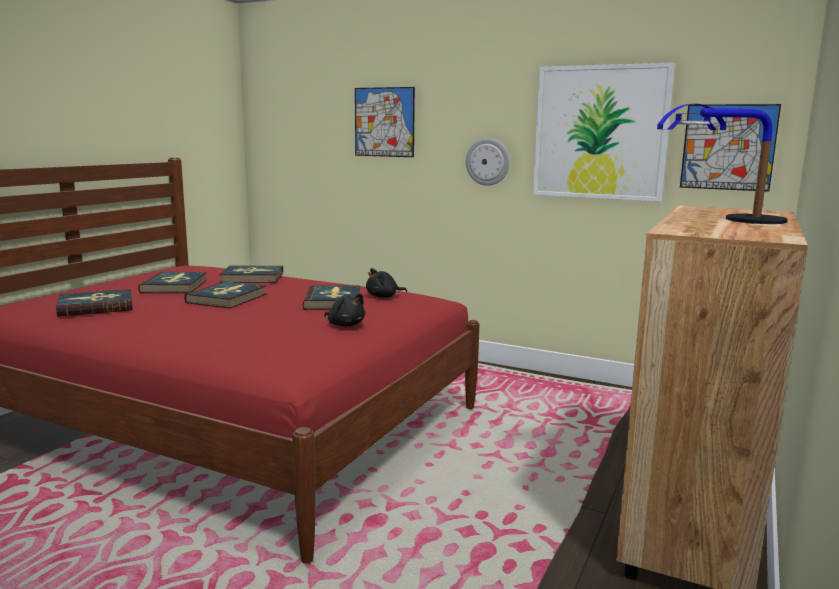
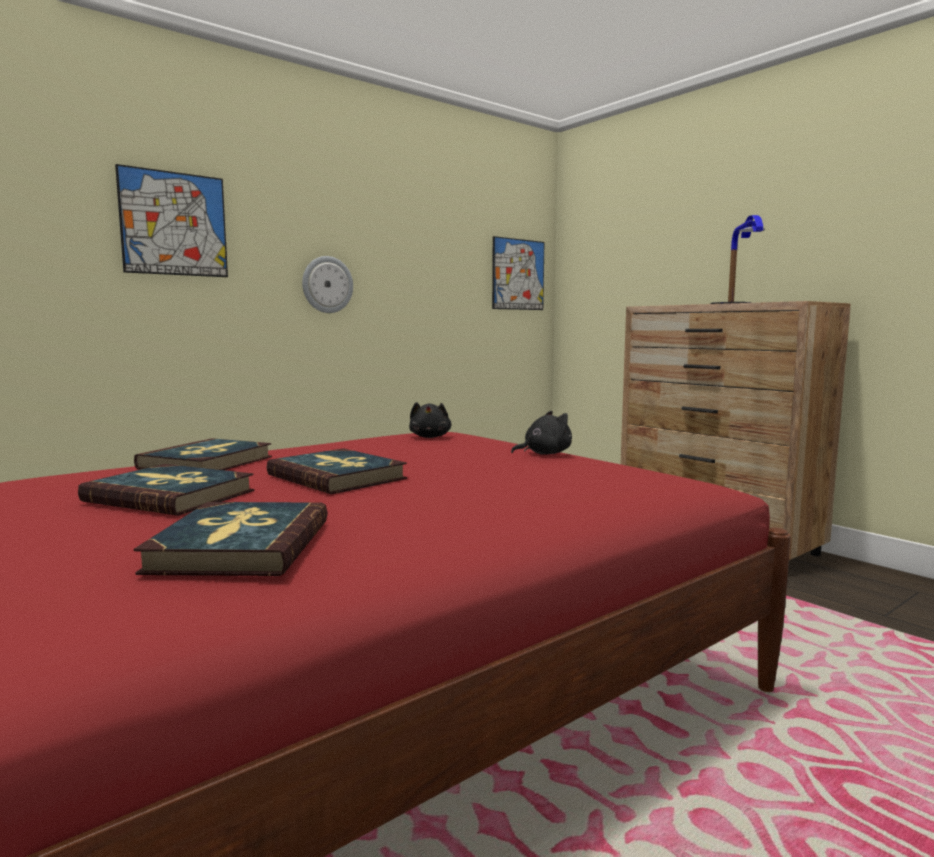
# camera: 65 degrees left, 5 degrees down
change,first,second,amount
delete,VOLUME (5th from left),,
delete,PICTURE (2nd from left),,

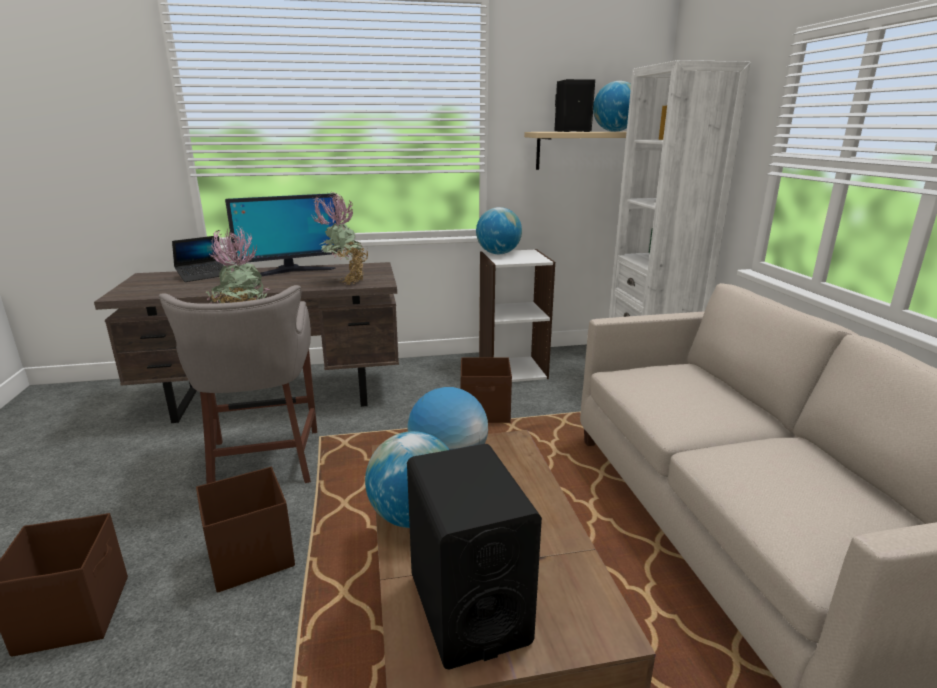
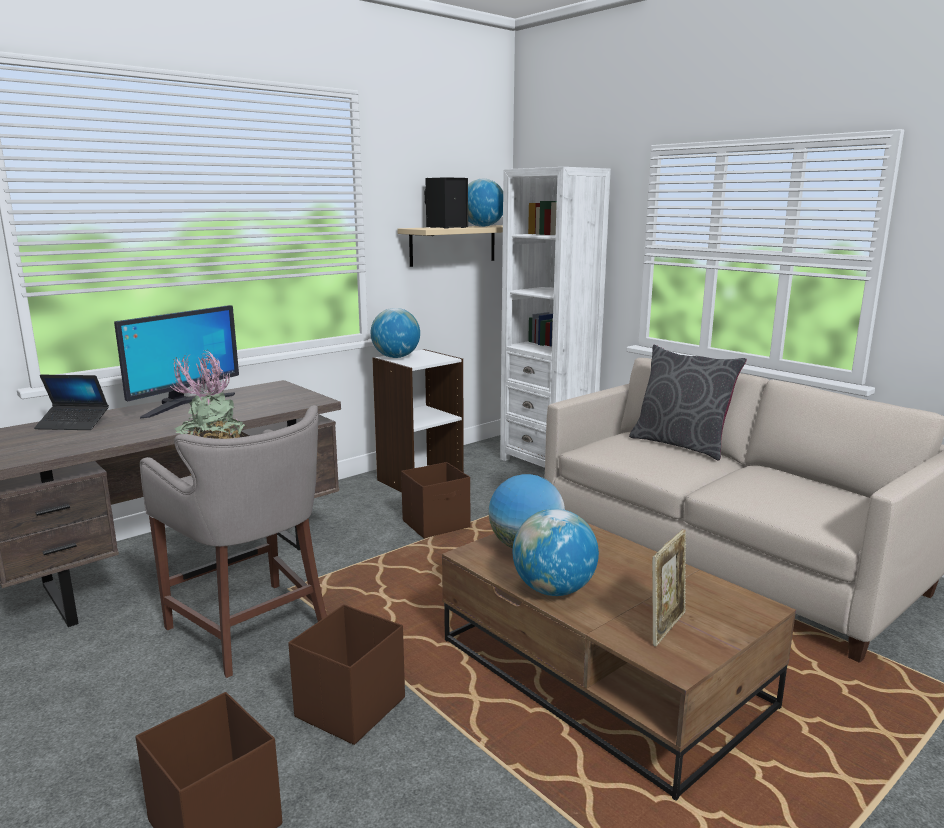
# camera: 30 degrees left, 5 degrees down
change,first,second,amount
rotate,LAPTOP,,75 degrees clockwise
delete,HOUSEPLANT (2nd from left),,
replace,BLACK LOUDSPEAKER (1st from left),STANDING FRAME,
insert,,GREY CUSHION,

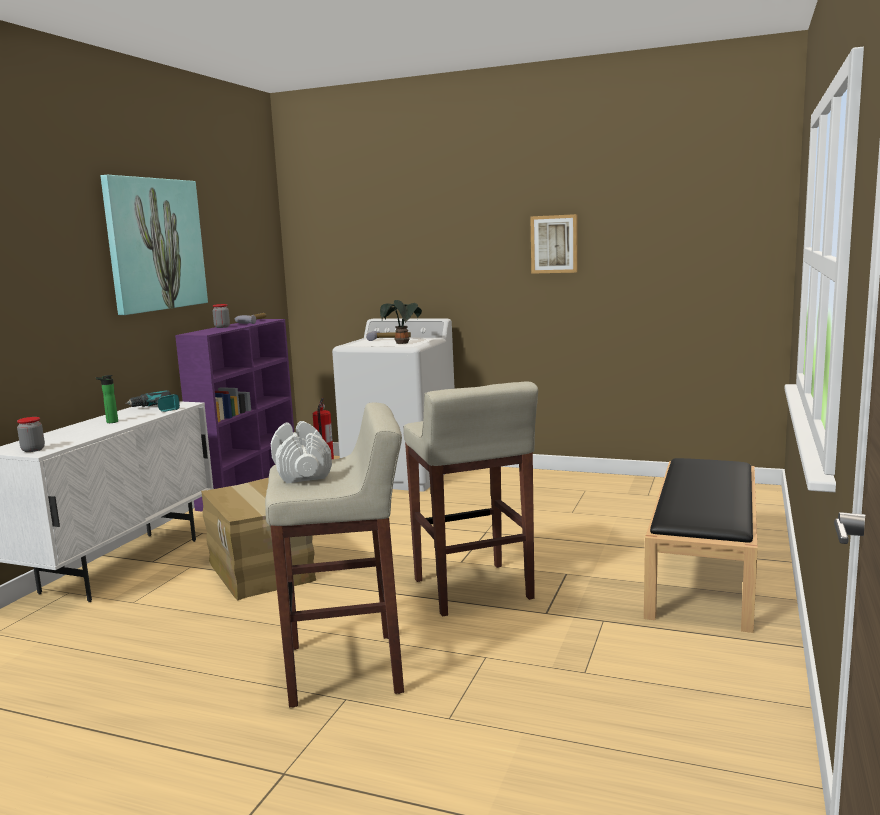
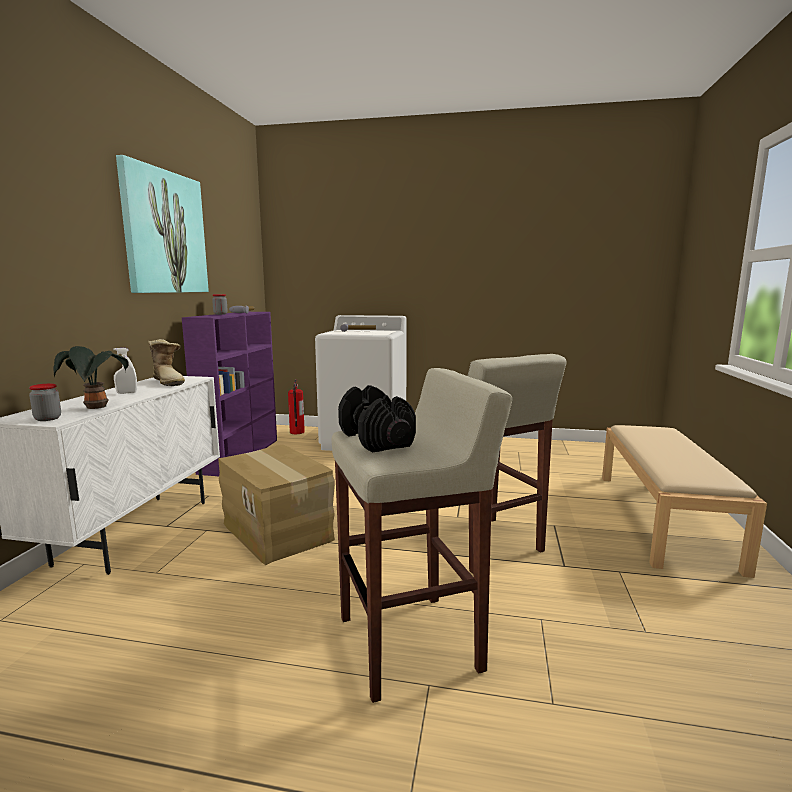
# camera: 10 degrees left, 0 degrees up
change,first,second,amount
replace,BOTTLE,WHITISH SPRAY BOTTLE,
replace,ELECTRIC DRILL,TALL BOOT,
recolor,WHITISH DUMBBELL,BLACK DUMBBELL,
move,HOUSEPLANT,,
delete,PICTURE (2nd from left),,
recolor,BLACK BENCH,BEIGE-COLOURED BENCH,

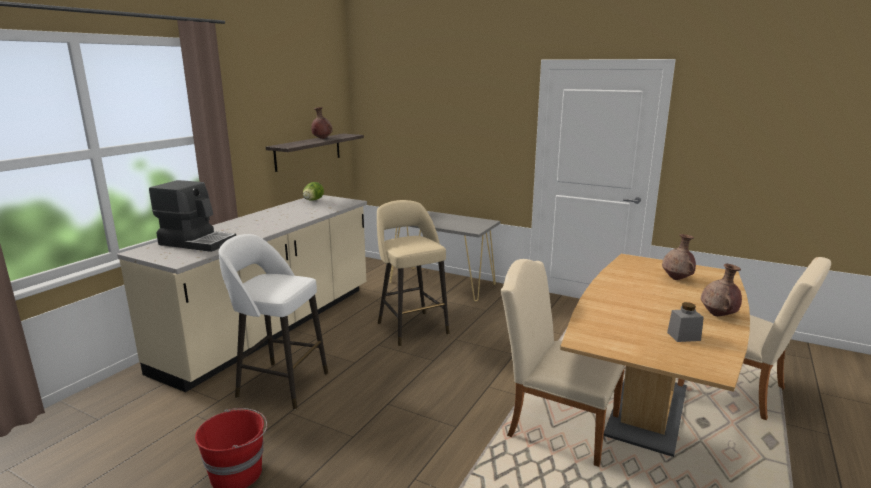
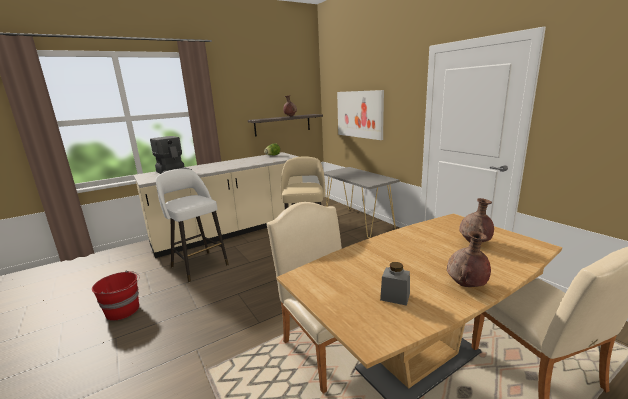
# camera: 30 degrees right, 0 degrees up
change,first,second,amount
insert,,PICTURE,

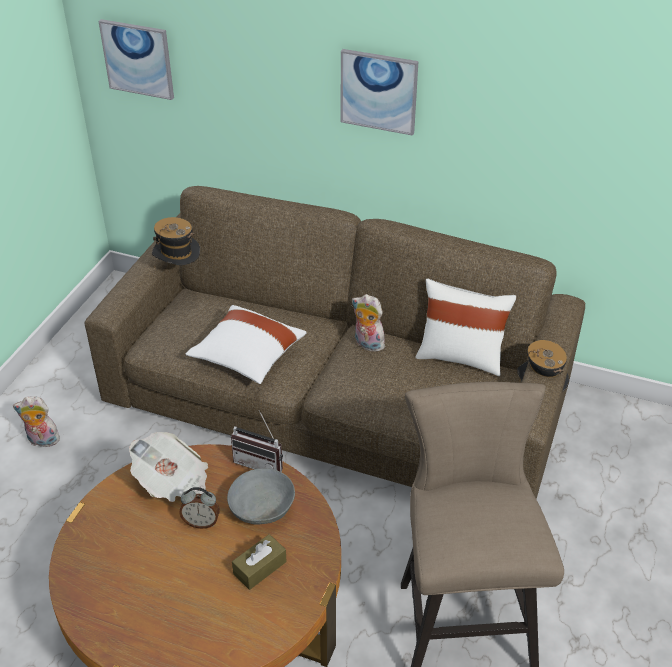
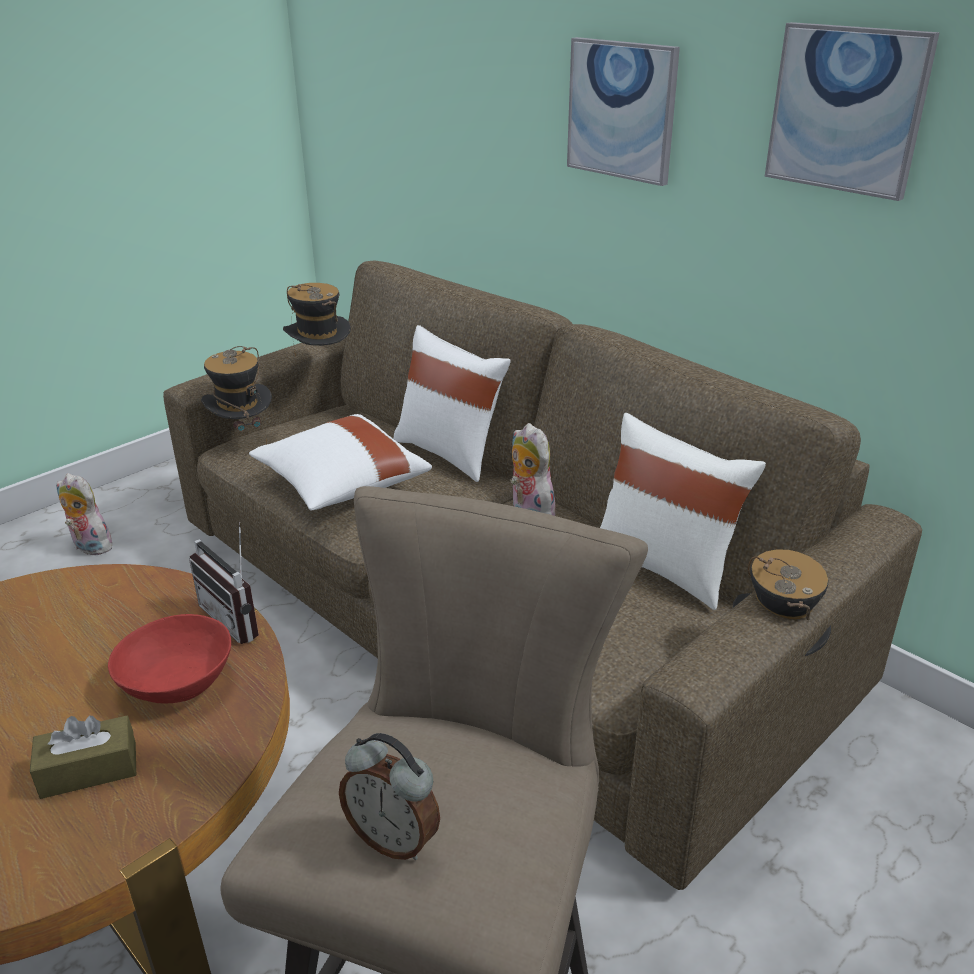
# camera: 25 degrees right, 10 degrees down
change,first,second,amount
move,PICTURE (1st from left in the first image),PICTURE (2nd from left),
delete,PRINTED PAPER,,
move,TABLE CLOCK,,
recolor,GREY SERVING BOWL,RED-COLOURED SERVING BOWL,
insert,,HAT (1st from left),
insert,,WHITISH CUSHION (2nd from left),

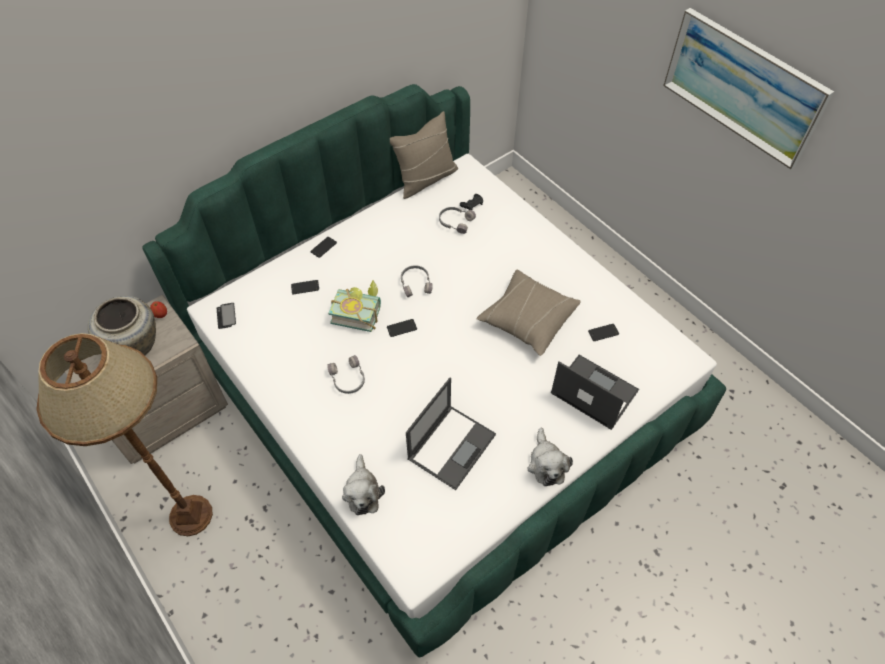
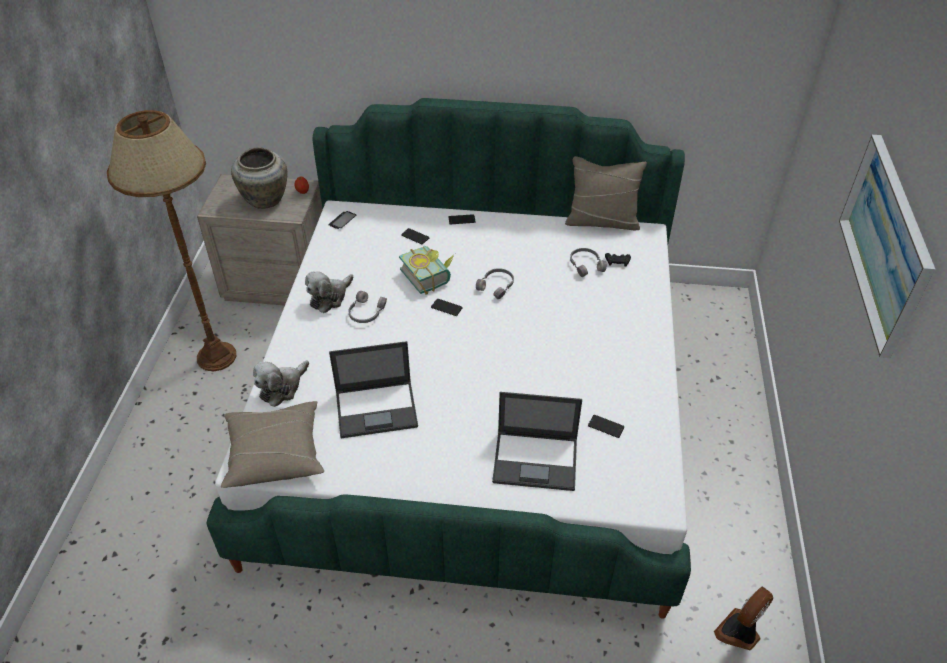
# camera: 45 degrees right, 10 degrees down
change,first,second,amount
move,BEIGE-COLOURED CUSHION (2nd from left in the first image),BEIGE-COLOURED CUSHION (1st from left),
move,CUDDLY TOY (2nd from left),,
rotate,LAPTOP (2nd from left),,105 degrees clockwise
insert,,COOLING FAN,

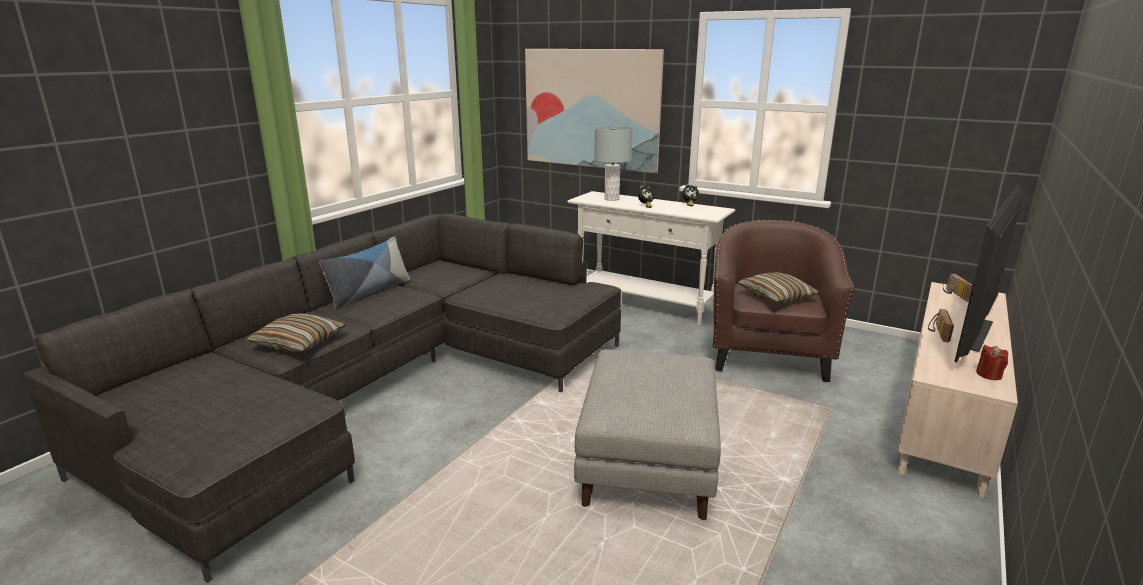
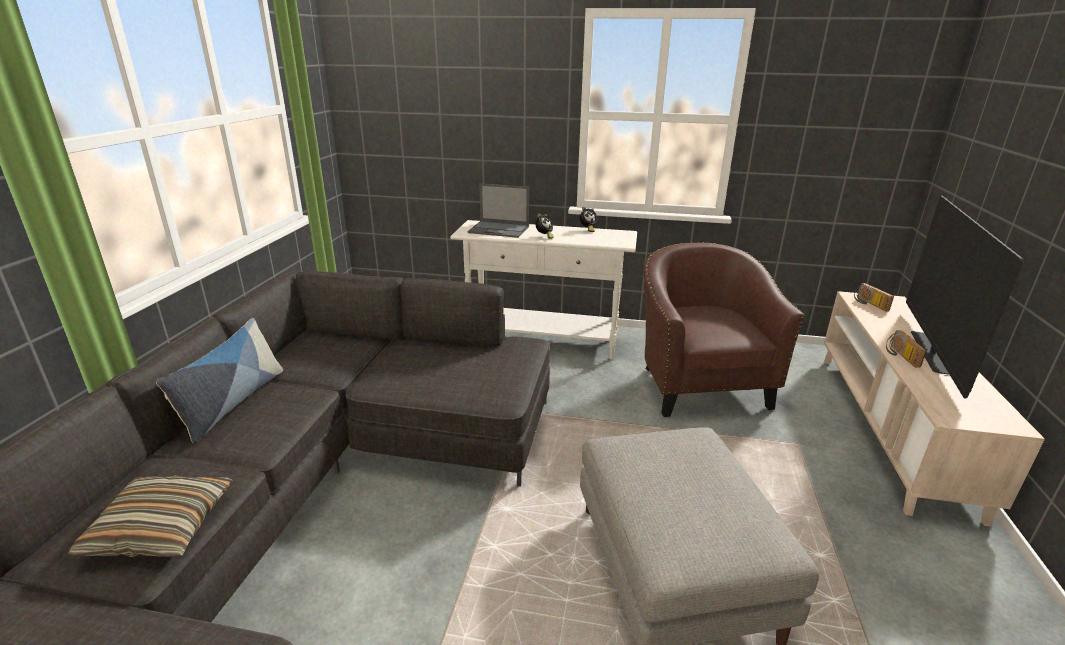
# camera: 20 degrees left, 5 degrees up
change,first,second,amount
delete,PICTURE,,
replace,GREY TABLETOP LAMP,LAPTOP,
delete,CUSHION (3rd from left),,
delete,RED-COLOURED CANDLE,,

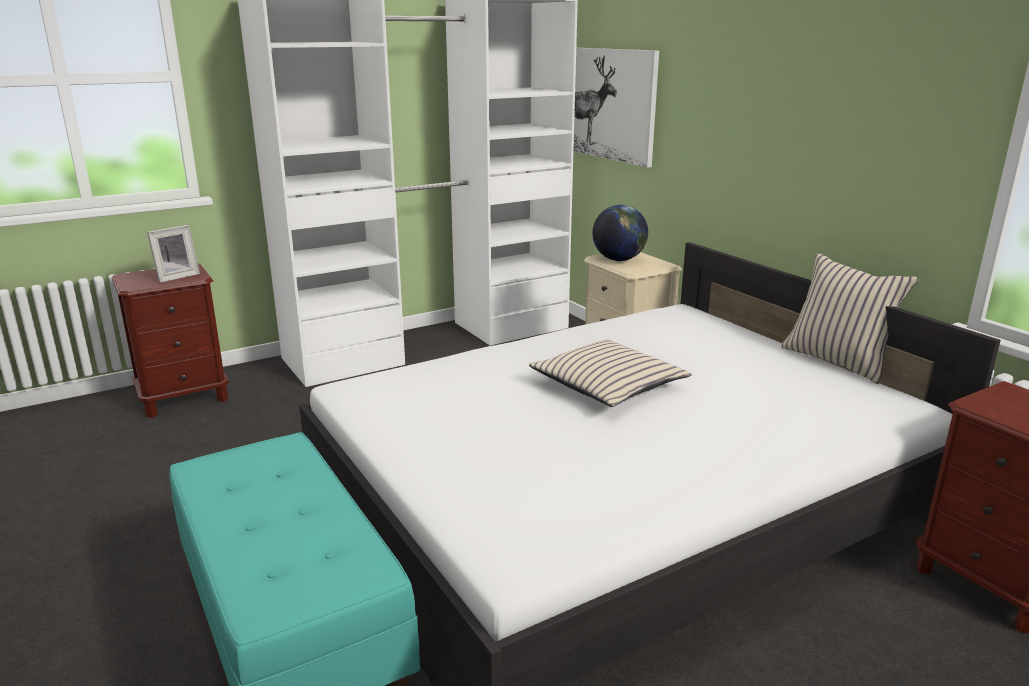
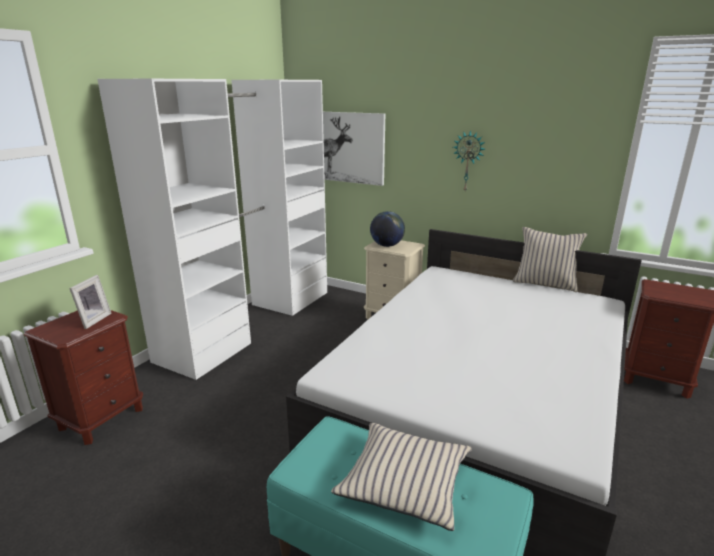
# camera: 30 degrees left, 0 degrees up
change,first,second,amount
move,BEIGE-COLOURED CUSHION (1st from left),,
insert,,HANGING CLOCK,

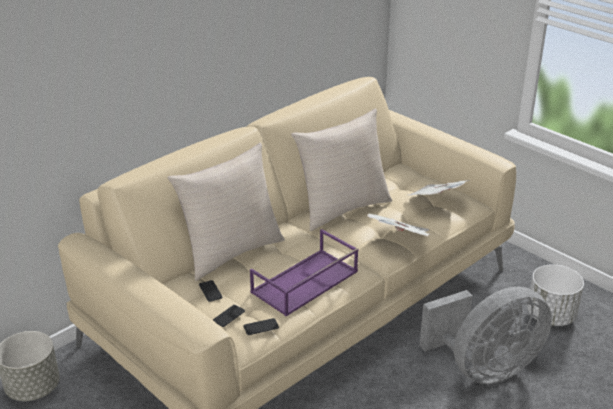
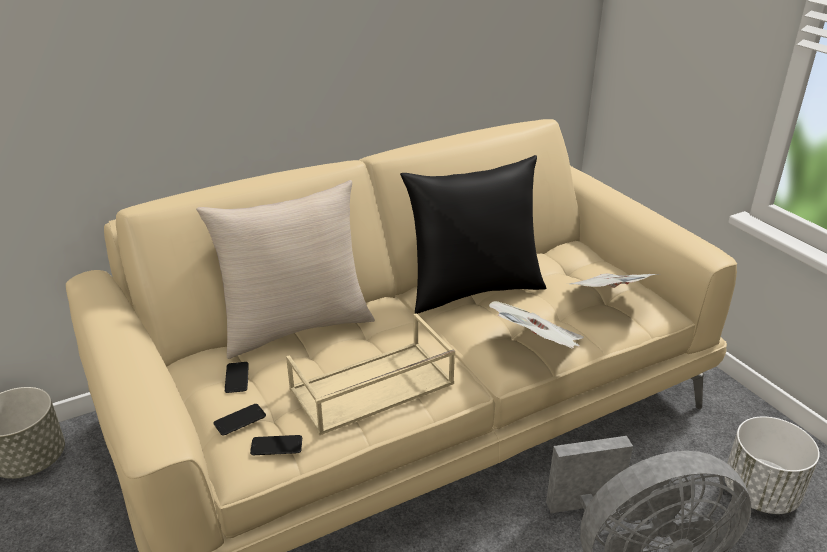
# camera: 15 degrees right, 0 degrees up
change,first,second,amount
recolor,PURPLE TRAY,BEIGE-COLOURED TRAY,
recolor,BEIGE-COLOURED CUSHION (2nd from left),BLACK CUSHION,

